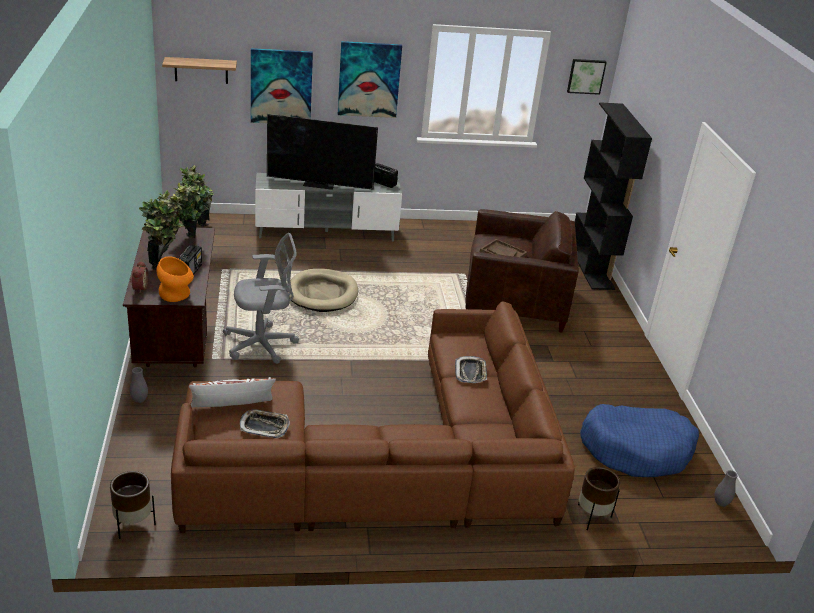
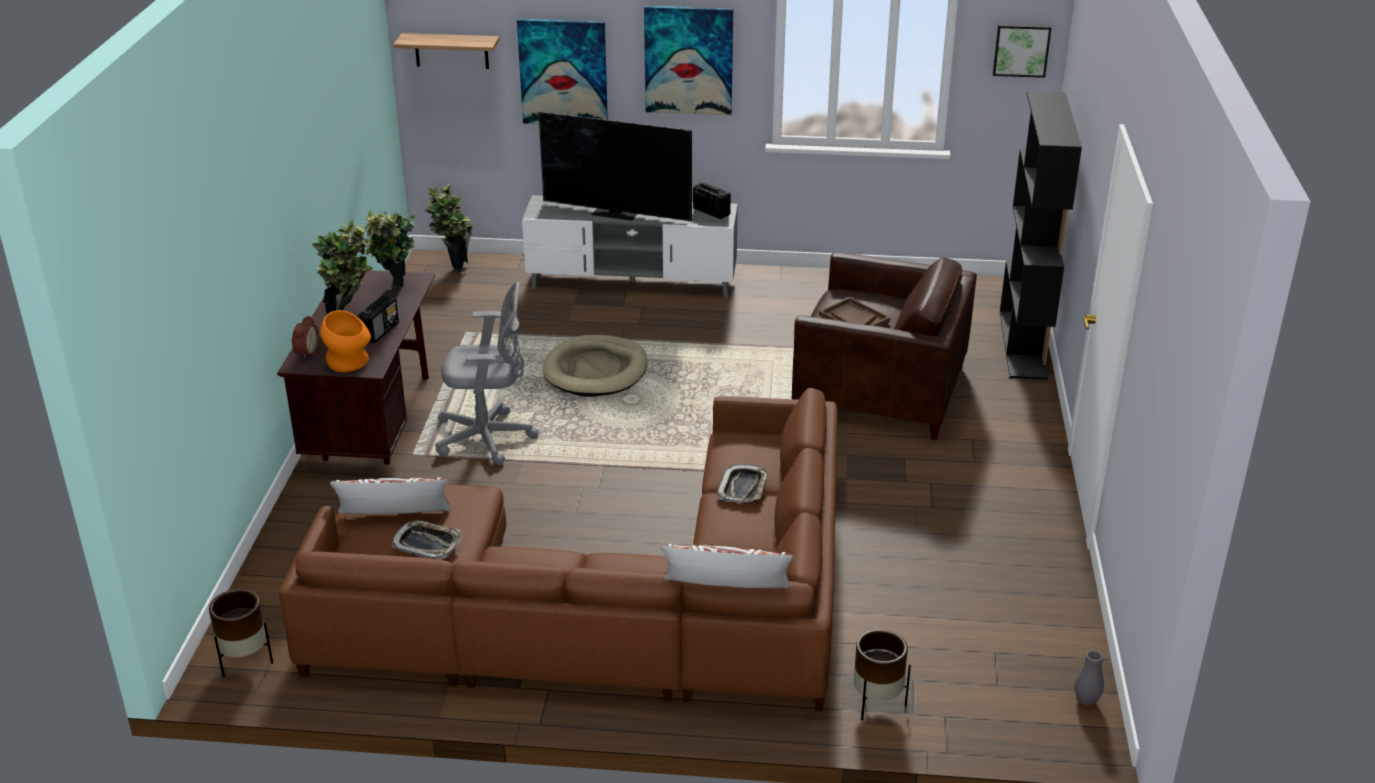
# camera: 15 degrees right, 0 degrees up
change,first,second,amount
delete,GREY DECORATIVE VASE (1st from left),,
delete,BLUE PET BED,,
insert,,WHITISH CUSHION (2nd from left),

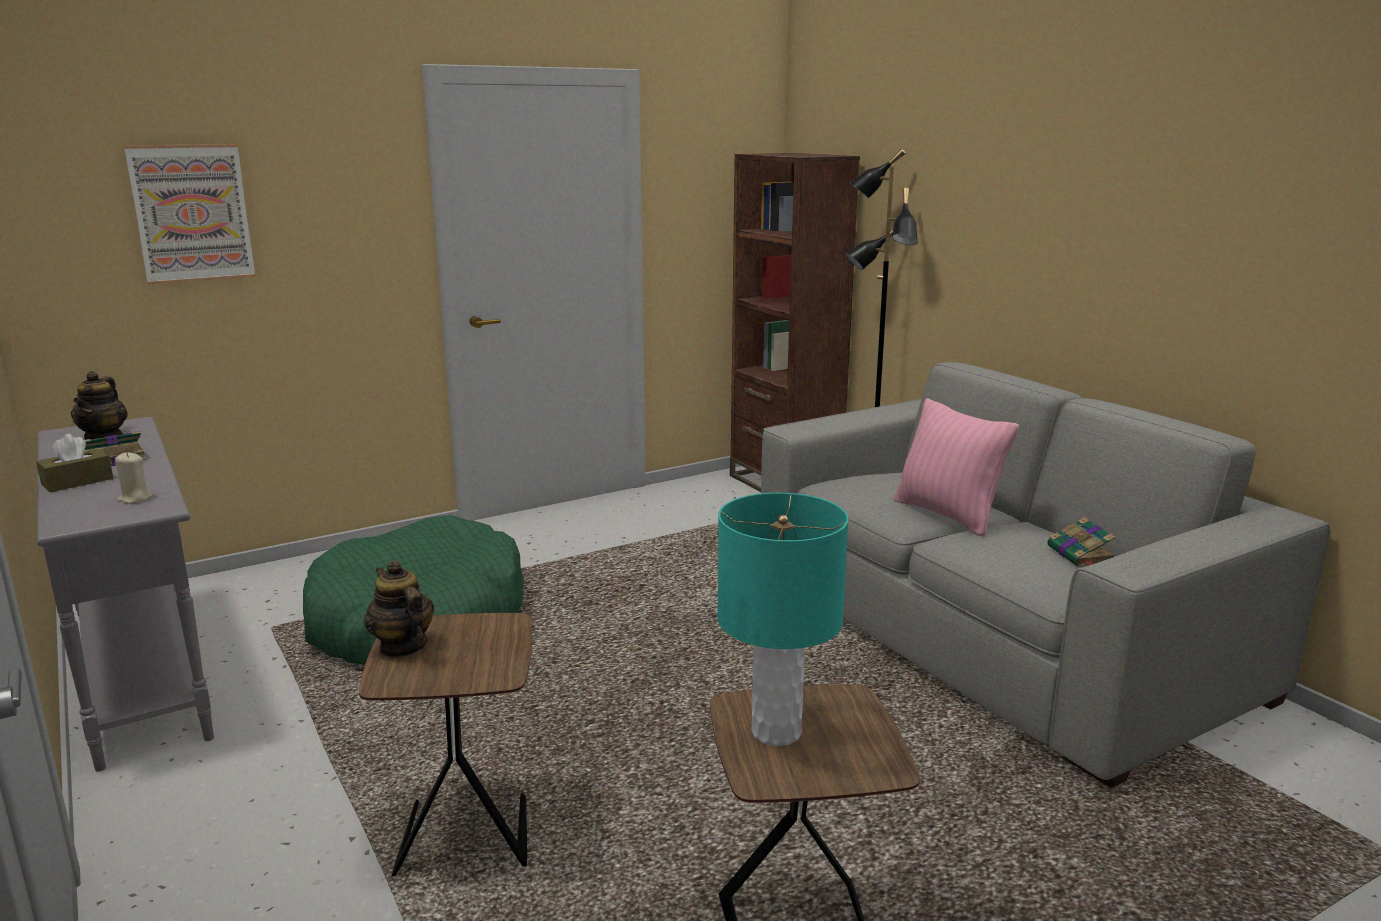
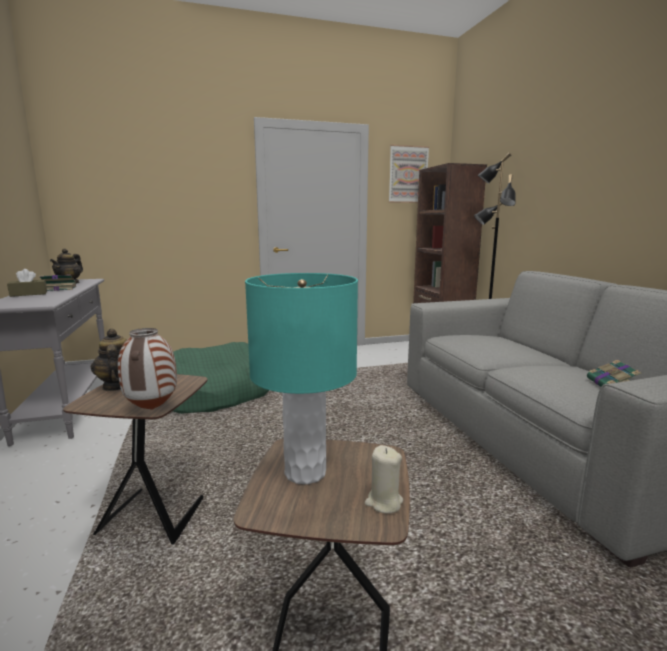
# camera: 15 degrees right, 5 degrees down
change,first,second,amount
move,BEIGE-COLOURED CANDLE,,
move,PICTURE,,
delete,PINK CUSHION,,
insert,,DECORATIVE VASE,

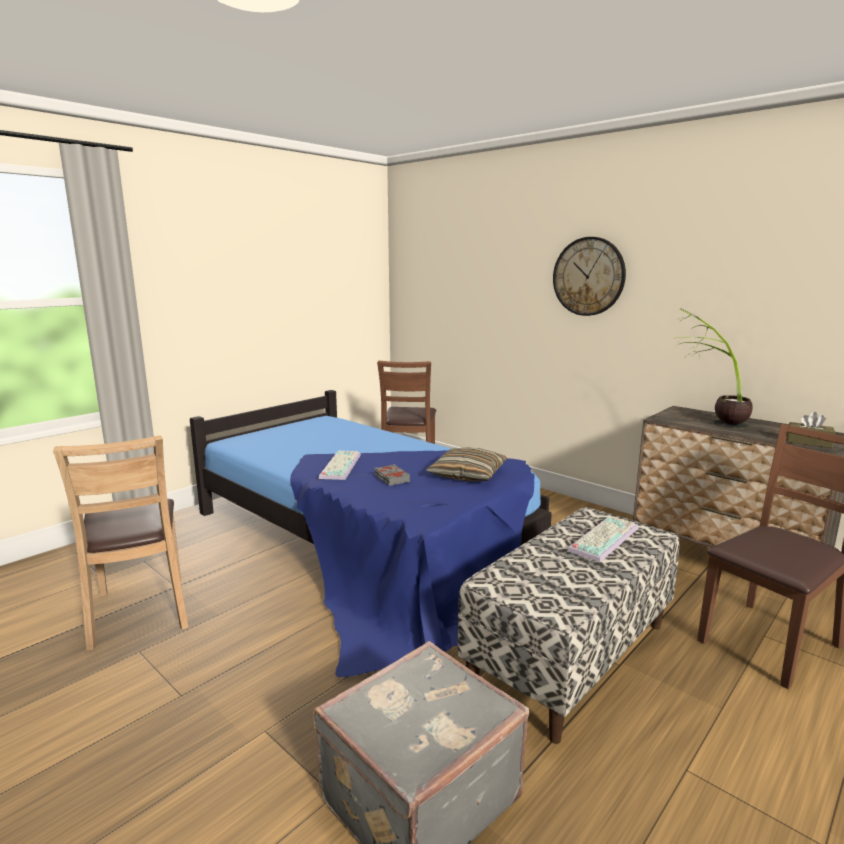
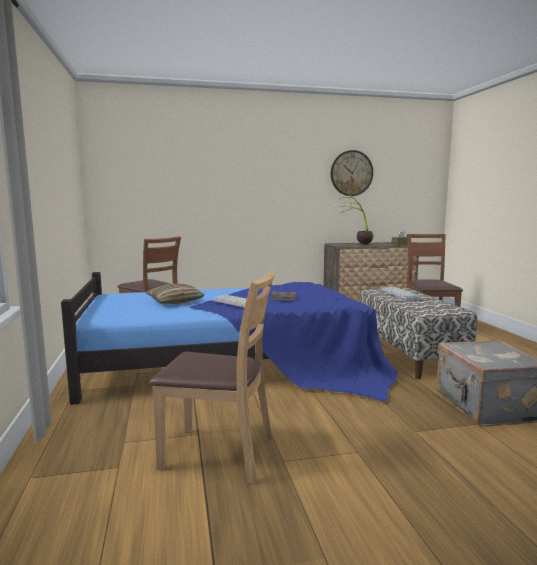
# camera: 55 degrees left, 5 degrees down
change,first,second,amount
move,CUSHION,,
move,HANGING CLOCK,,

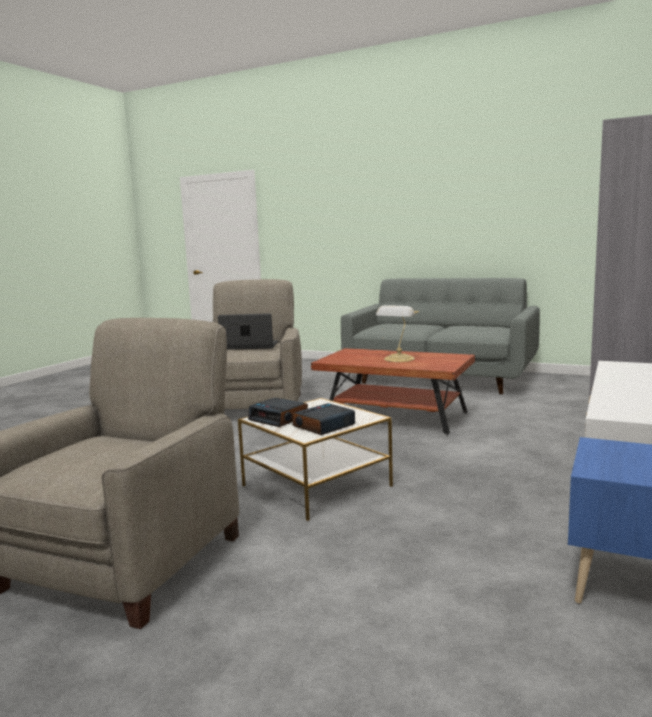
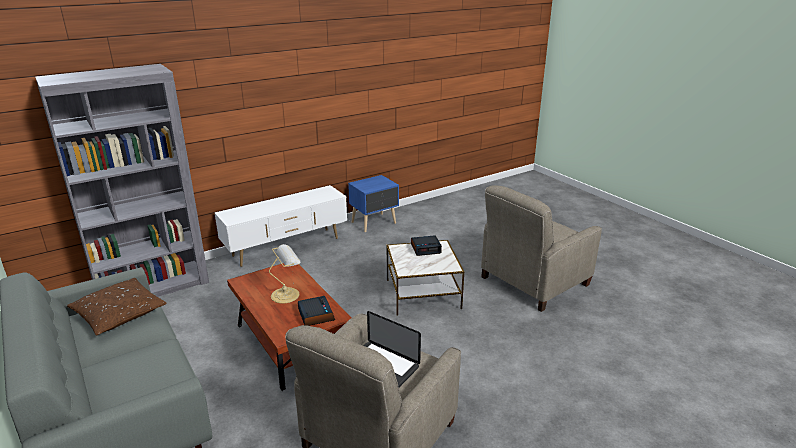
# camera: 150 degrees left, 15 degrees up
change,first,second,amount
move,TABLE CLOCK (1st from left),,
insert,,BROWN-COLOURED CUSHION,

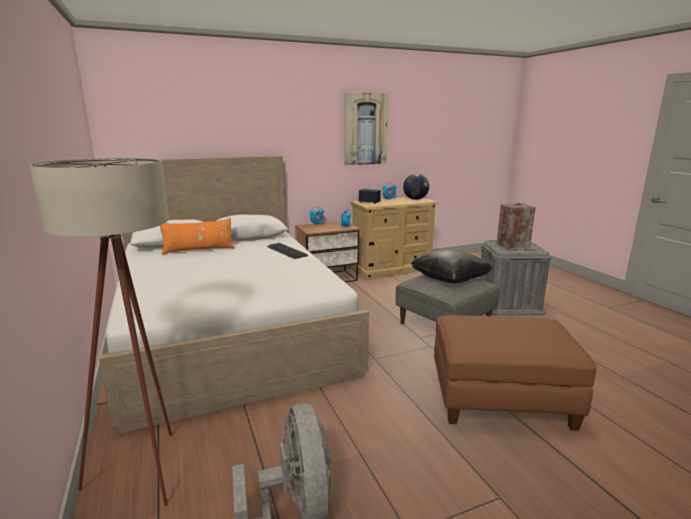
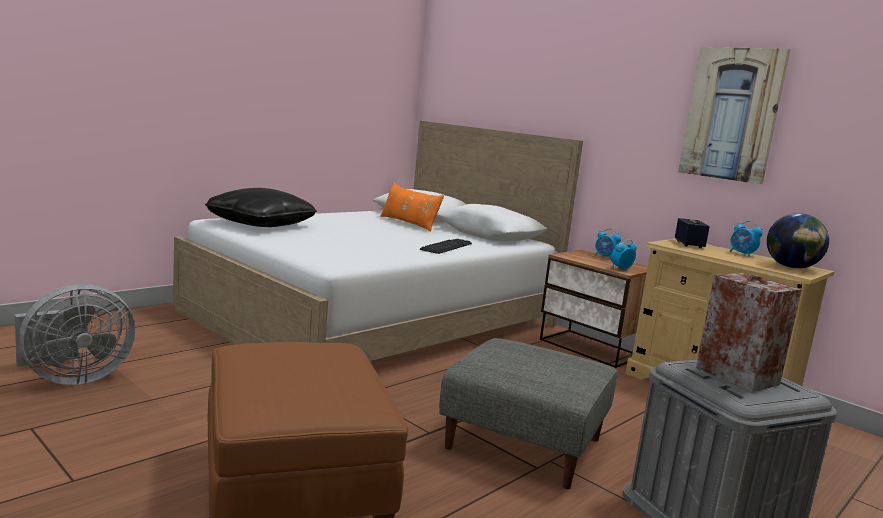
# camera: 65 degrees right, 5 degrees down
change,first,second,amount
delete,BEIGE-COLOURED FLOOR LAMP,,
move,BLACK CUSHION,,

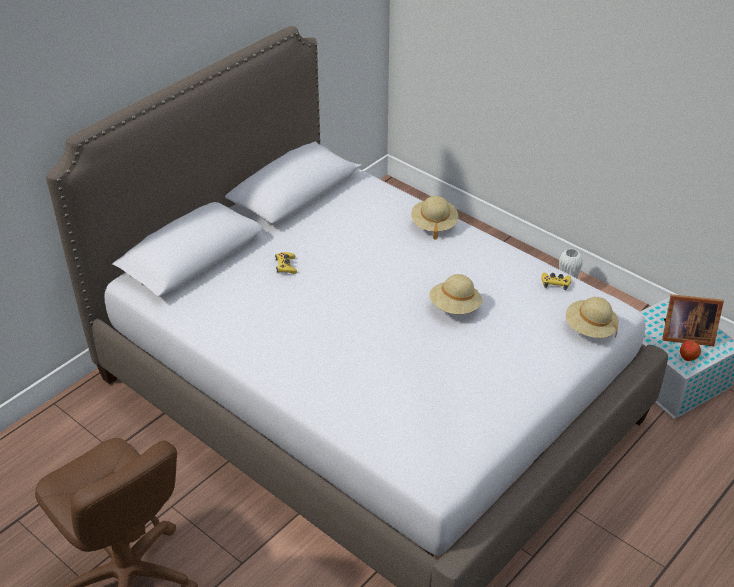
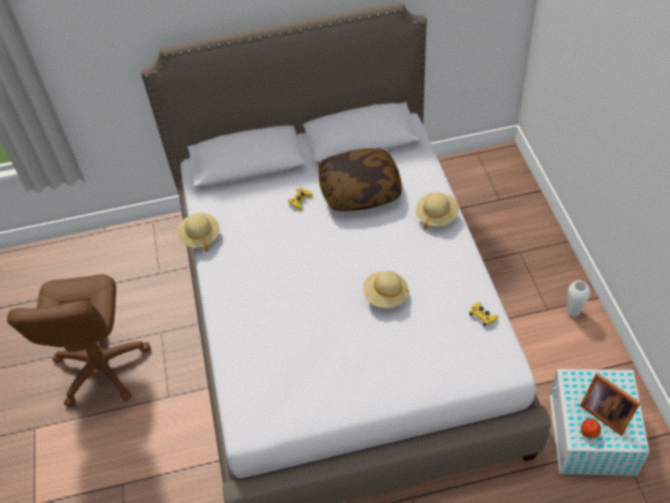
# camera: 40 degrees right, 10 degrees up
change,first,second,amount
move,BEIGE-COLOURED HAT (3rd from left in the first image),BEIGE-COLOURED HAT (1st from left),
insert,,CUSHION,

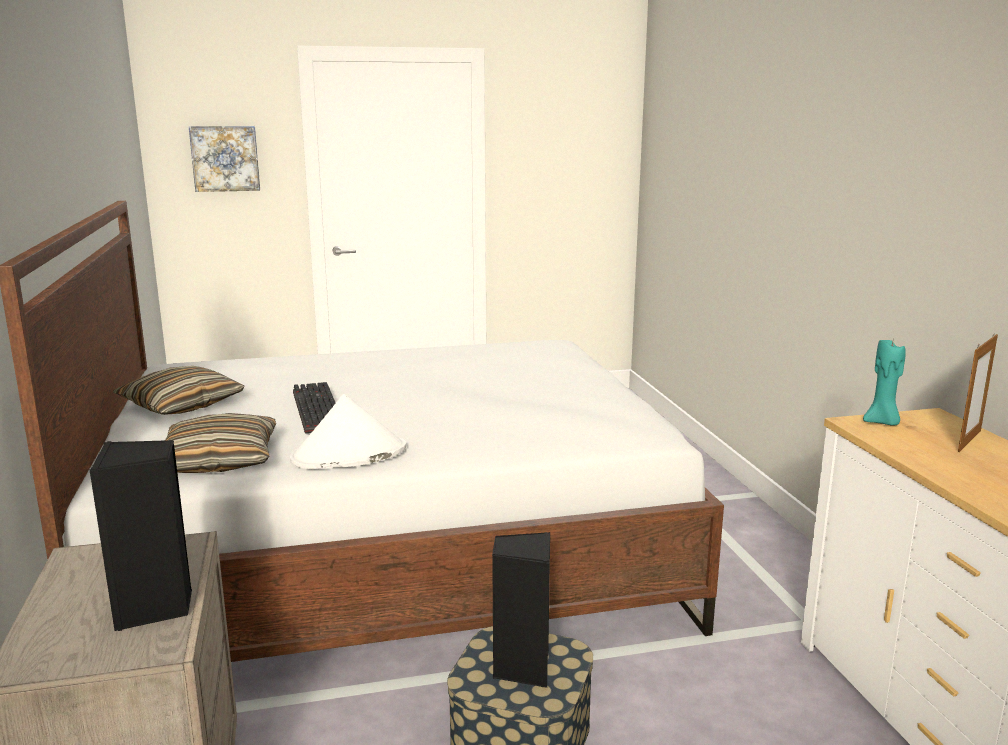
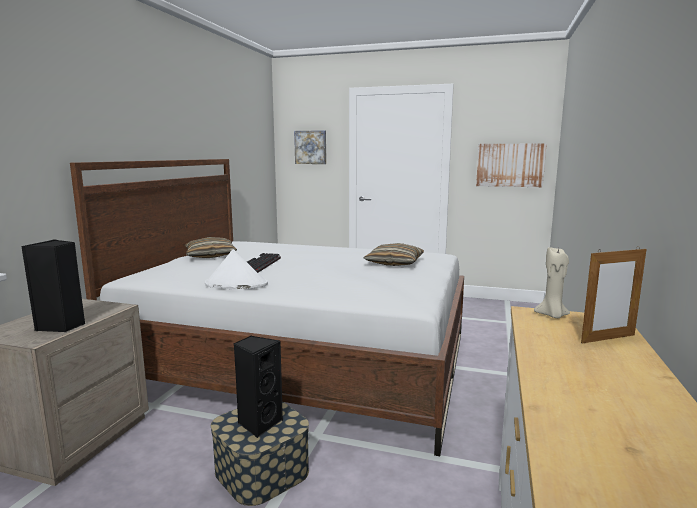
# camera: 30 degrees right, 5 degrees down
change,first,second,amount
move,CUSHION (2nd from left),,
recolor,TURQUOISE CANDLE,BEIGE-COLOURED CANDLE,
insert,,PICTURE (2nd from left),

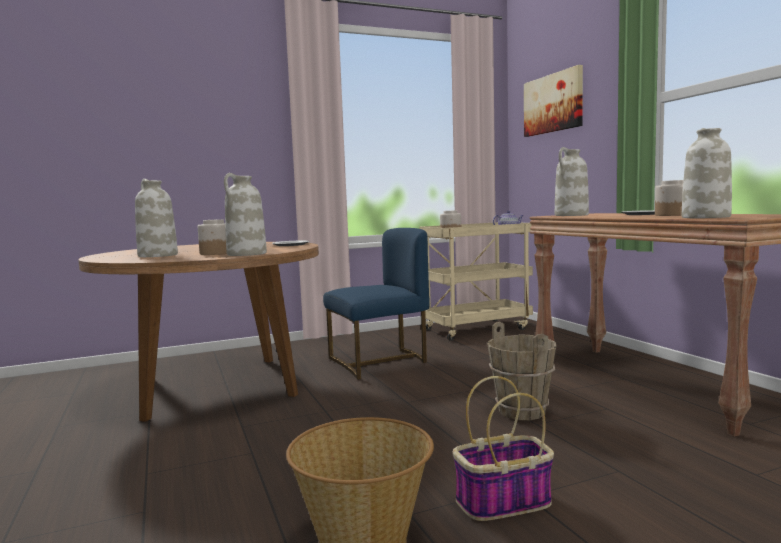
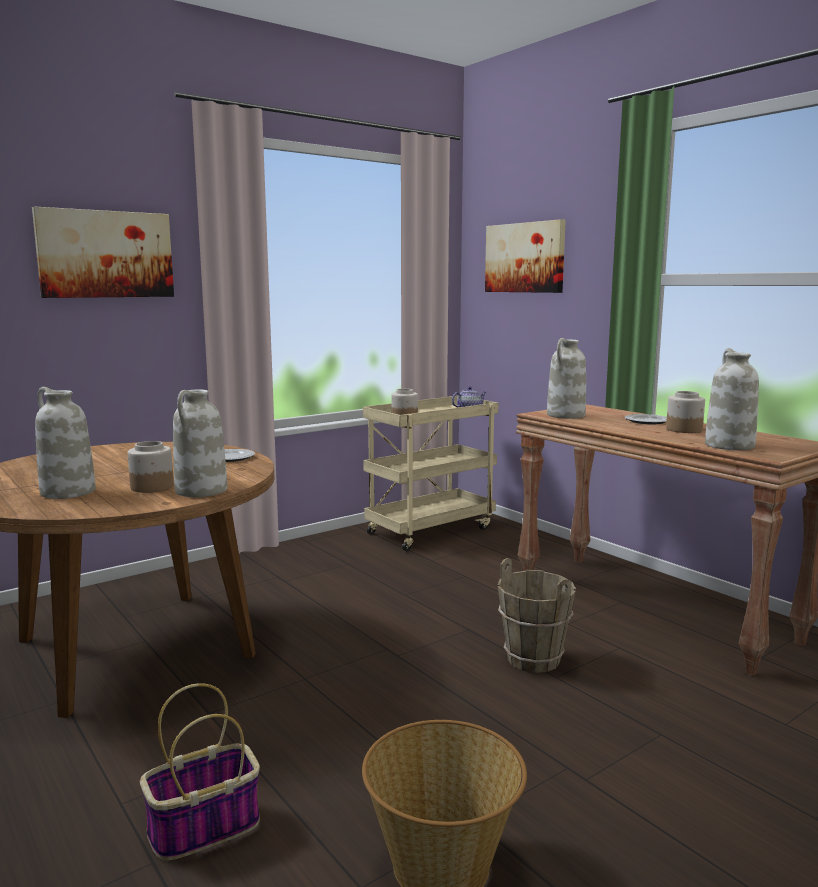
# camera: 15 degrees left, 5 degrees up
change,first,second,amount
delete,BLUE PLAIN CHAIR,,
move,BASKET (2nd from left in the first image),BASKET (1st from left),
insert,,PICTURE (1st from left),

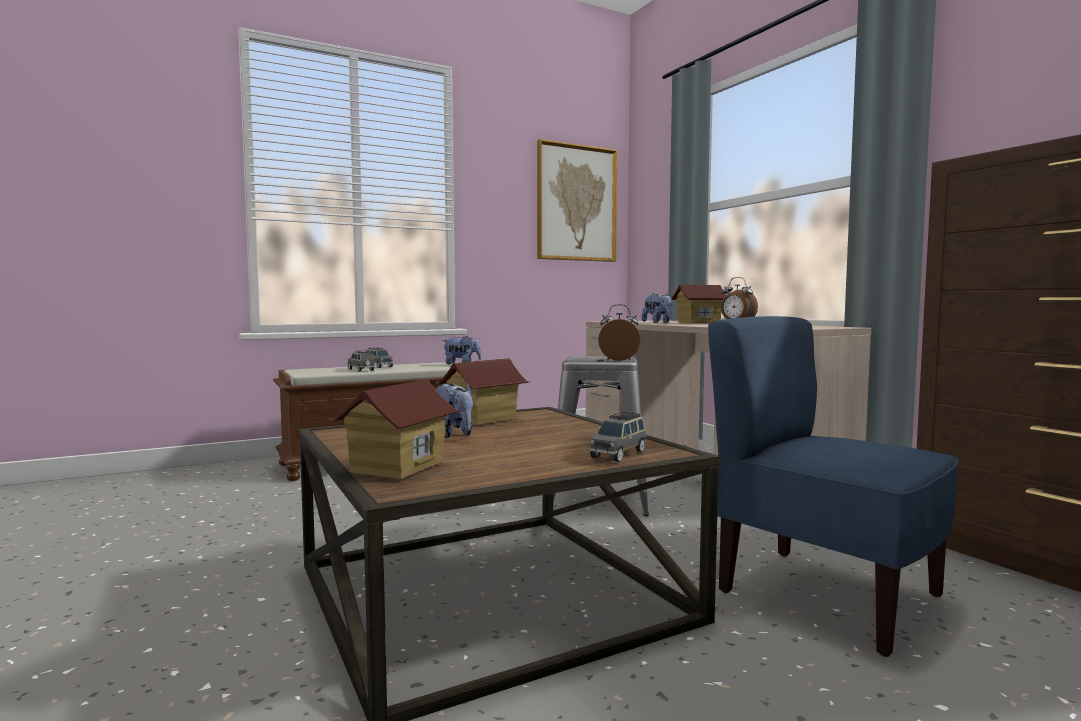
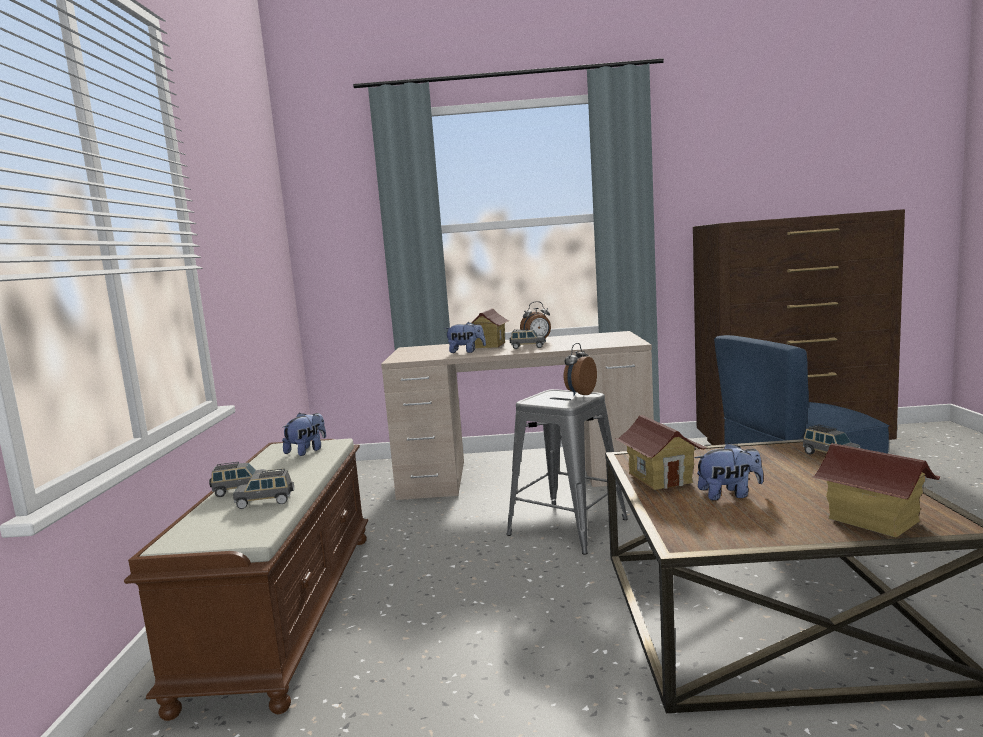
# camera: 60 degrees left, 5 degrees up
change,first,second,amount
delete,PICTURE,,
insert,,GREY MODEL CAR (3rd from left),

